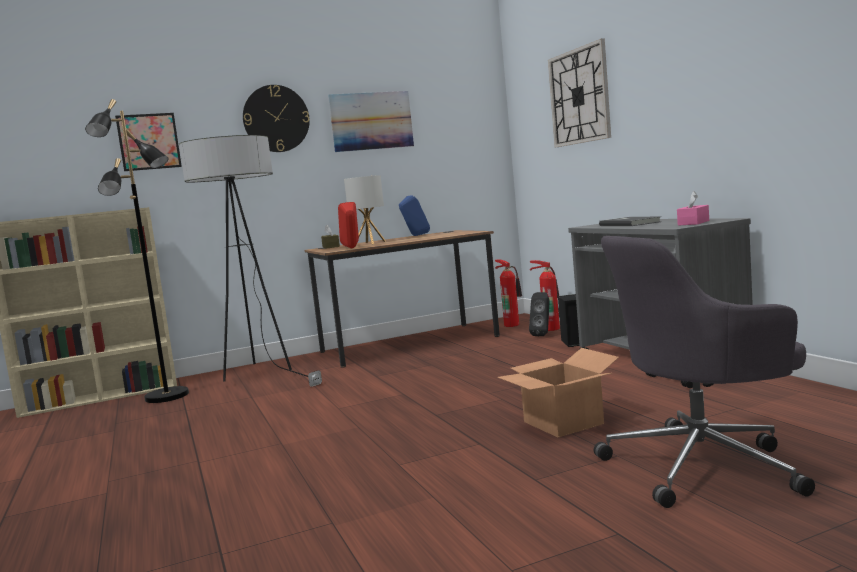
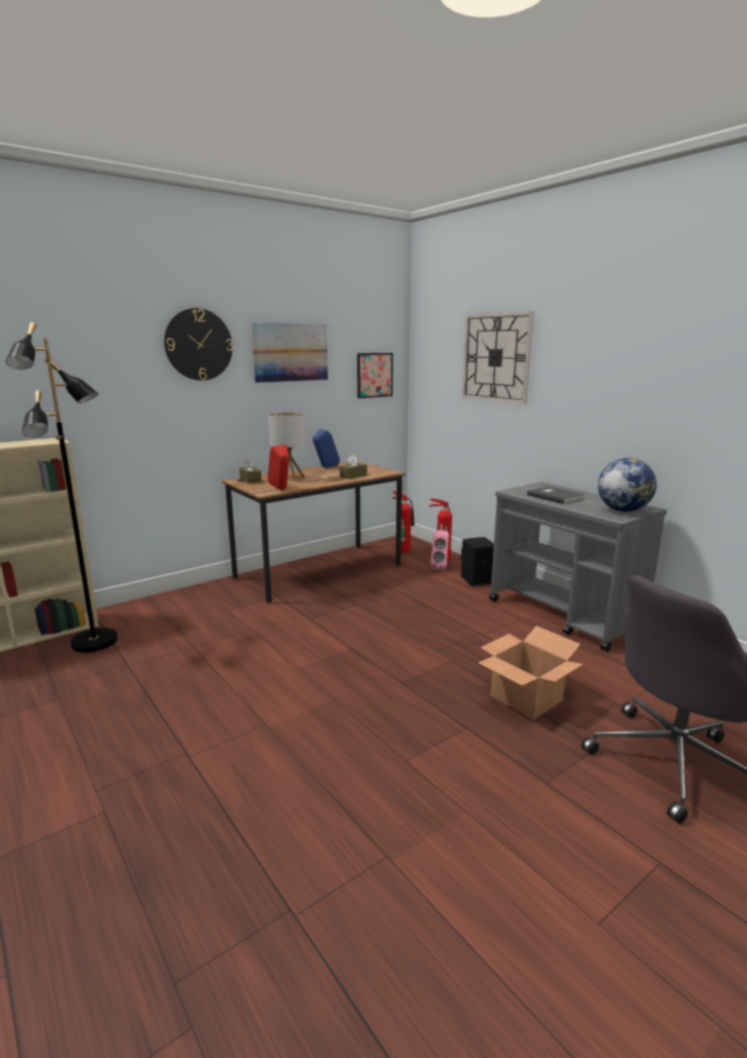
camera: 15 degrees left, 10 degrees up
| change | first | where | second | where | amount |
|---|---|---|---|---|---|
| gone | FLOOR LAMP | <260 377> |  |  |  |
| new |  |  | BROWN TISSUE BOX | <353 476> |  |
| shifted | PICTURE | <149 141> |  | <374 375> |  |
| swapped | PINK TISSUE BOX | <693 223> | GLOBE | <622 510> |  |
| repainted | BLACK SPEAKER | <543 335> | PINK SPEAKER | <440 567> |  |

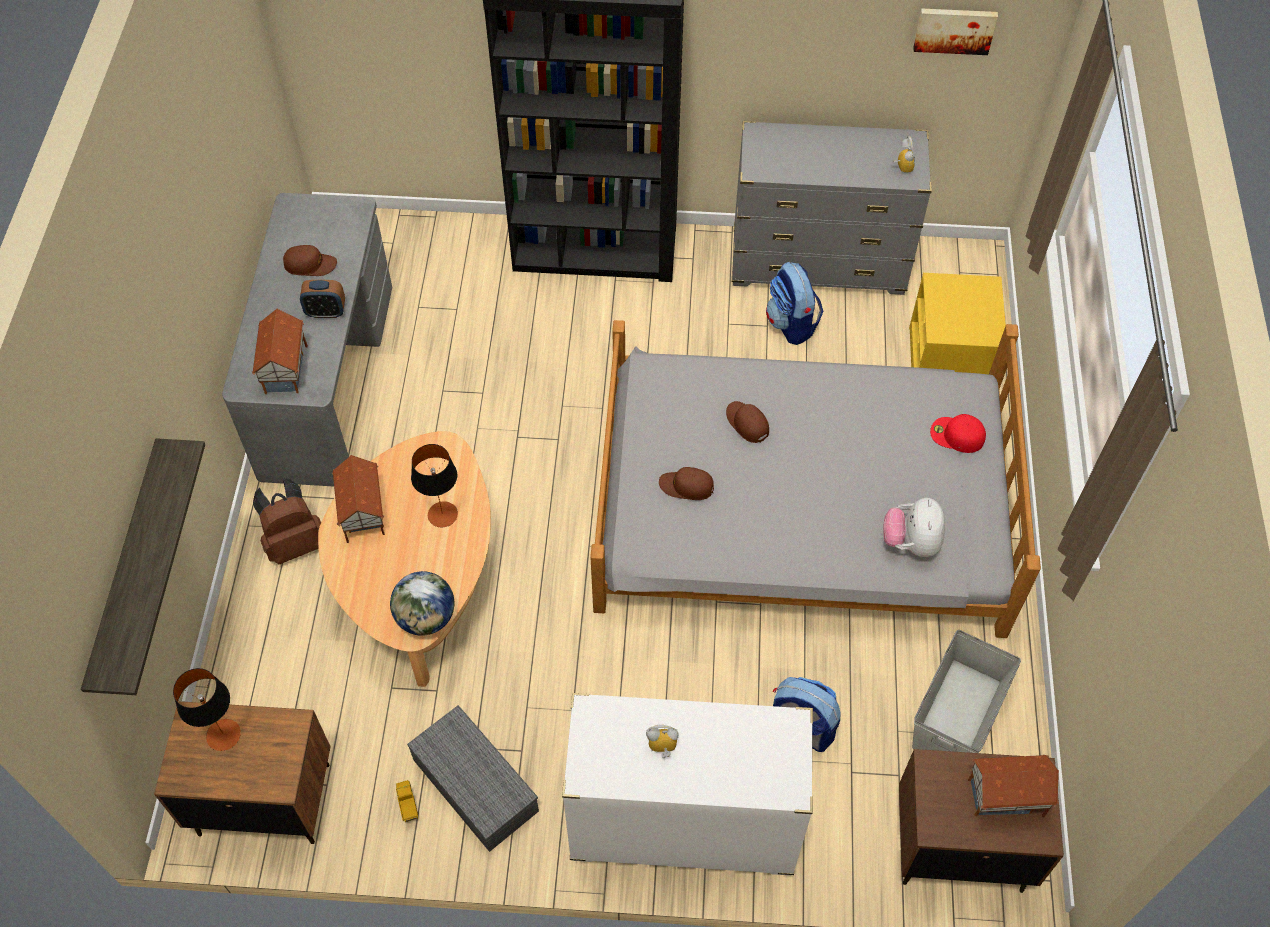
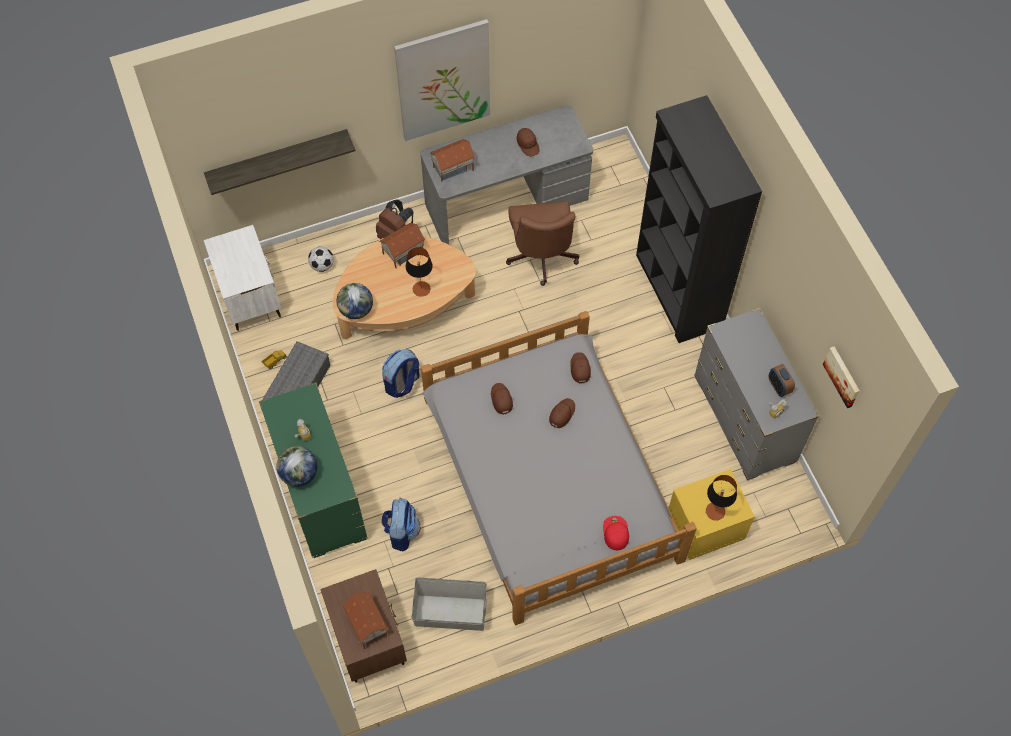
camera: 65 degrees right, 5 degrees up
| change | first | where | second | where | amount |
|---|---|---|---|---|---|
| gone | PLUSH TOY | <911 542> |  |  |  |
| new |  |  | GLOBE | <299 474> |  |
| new |  |  | FOOTBALL | <322 265> |  |
| new |  |  | PICTURE | <443 80> |  |
| new |  |  | BROWN OFFICE CHAIR | <541 259> |  |
| new |  |  | BROWN CAP | <580 369> |  |
| shifted | TABLE LAMP | <223 734> |  | <715 511> |  |
| shifted | ALARM CLOCK | <326 312> |  | <779 387> |  |
| shifted | BACKPACK | <791 324> |  | <402 383> |  |
| repainted | BROWN NIGHTSTAND | <264 799> | WHITE NIGHTSTAND | <250 298> |  |
| repainted | WHITE DRESSER | <683 823> | GREEN DRESSER | <321 494> |  |

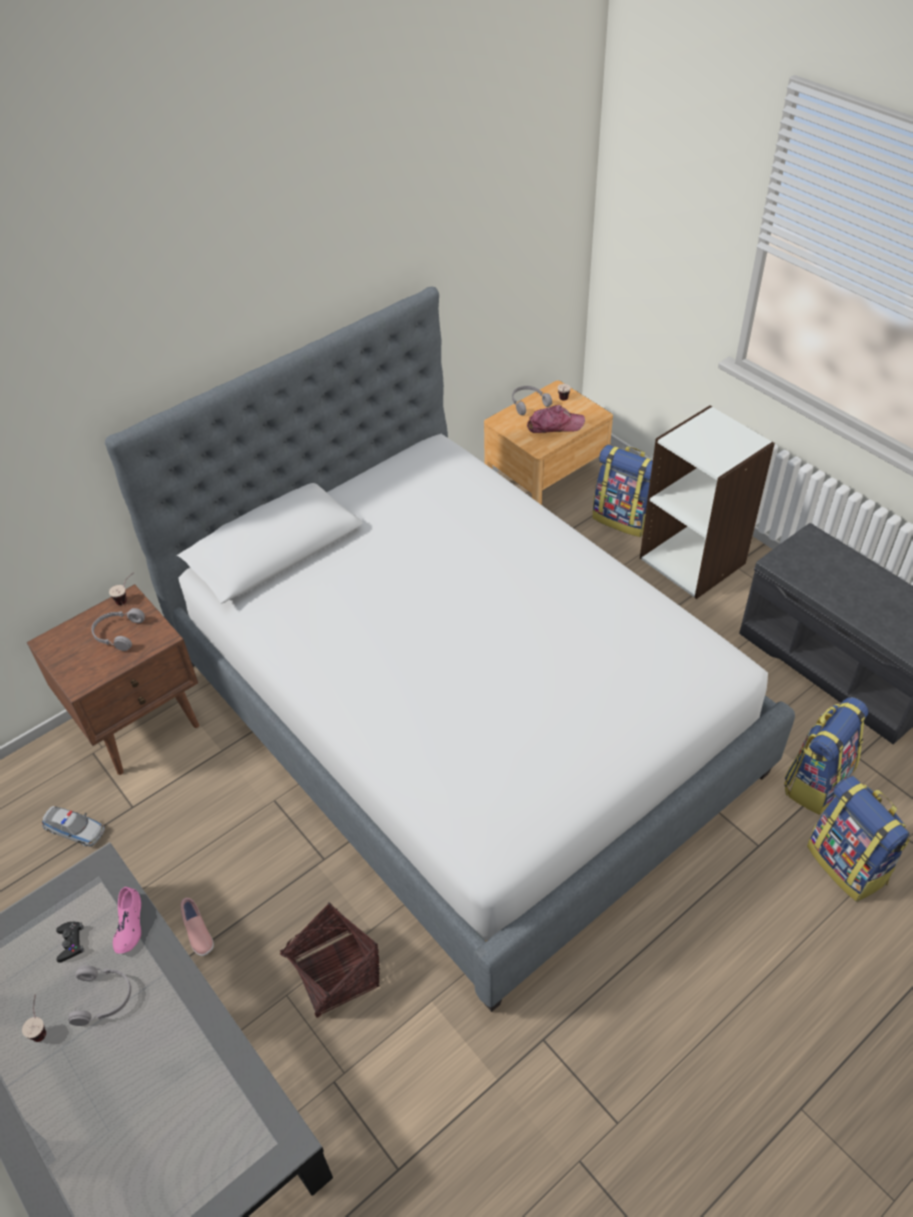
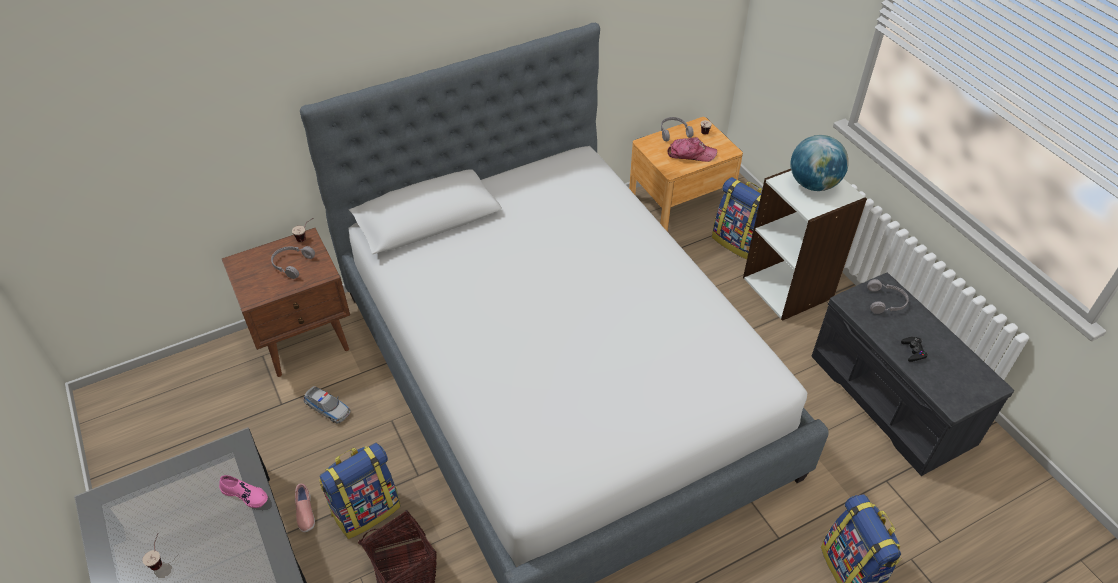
camera: 10 degrees right, 0 degrees up
| change | first | where | second | where | amount |
|---|---|---|---|---|---|
| new |  |  | GLOBE | <813 184> |  |
| shifted | TOY CAR | <75 830> |  | <328 408> |  |
| shifted | BLACK GAME CONTROLLER | <71 943> |  | <913 351> |  |
| shifted | GREY HEADPHONES | <104 998> |  | <886 302> |  |
| shifted | BACKPACK | <816 781> |  | <366 509> |  |
| rotated | PINK SHOE | <129 924> |  | <245 494> | 75 degrees counterclockwise |

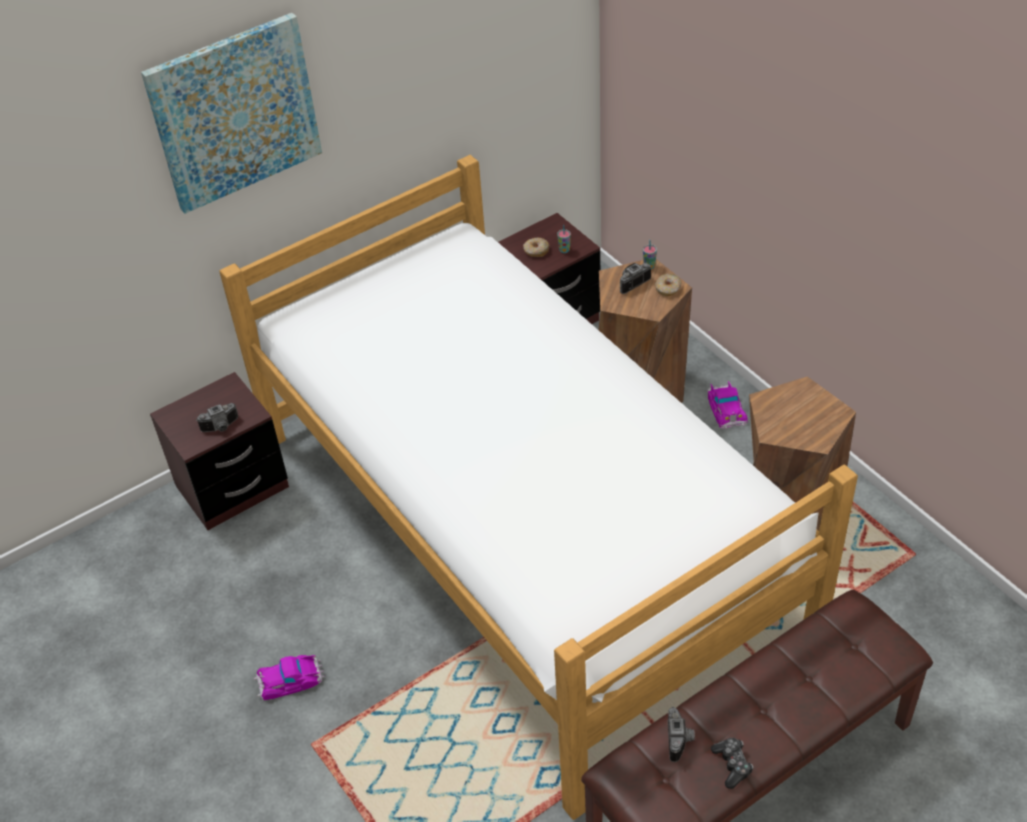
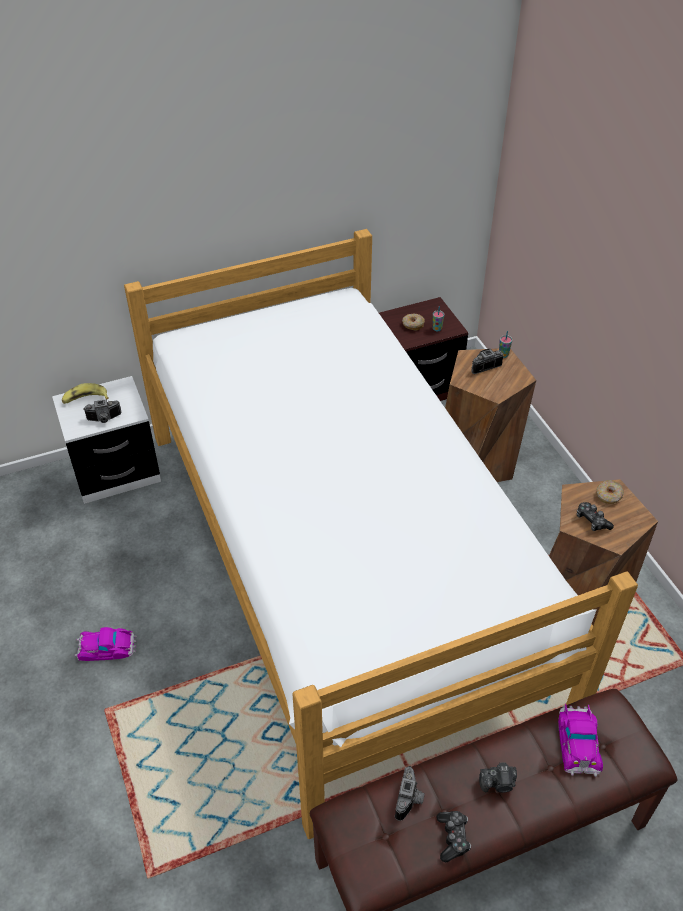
camera: 10 degrees right, 0 degrees up
| change | first | where | second | where | amount |
|---|---|---|---|---|---|
| gone | PICTURE | <234 112> |  |  |  |
| new |  |  | BANANA | <85 399> |  |
| new |  |  | PHOTO CAMERA | <498 783> |  |
| new |  |  | GAME CONTROLLER | <592 520> |  |
| shifted | DONUT | <668 289> |  | <608 495> |  |
| shifted | TOY CAR | <726 408> |  | <578 742> |  |
| repainted | BROWN NIGHTSTAND | <232 487> | WHITE NIGHTSTAND | <116 472> |  |

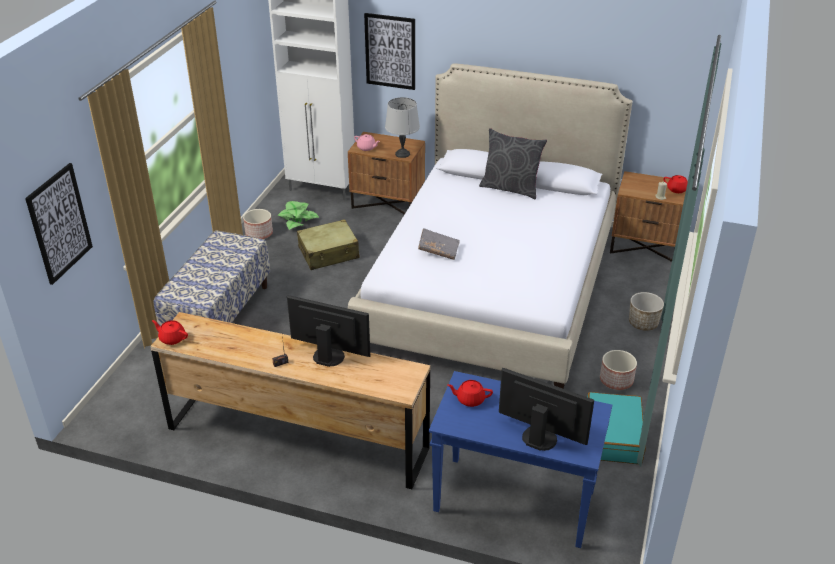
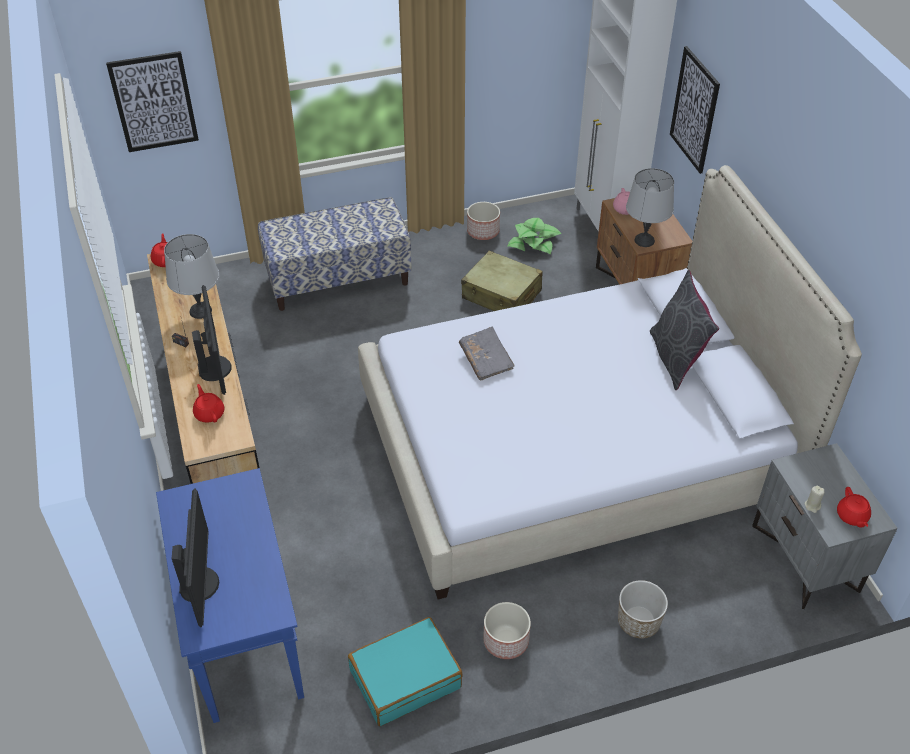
camera: 55 degrees right, 10 degrees up
| change | first | where | second | where | amount |
|---|---|---|---|---|---|
| new |  |  | GREY TABLE LAMP | <200 311> |  |
| shifted | RED TEAPOT | <470 399> |  | <209 413> |  |
| repainted | BROWN NIGHTSTAND | <647 247> | GREY NIGHTSTAND | <806 558> |  |

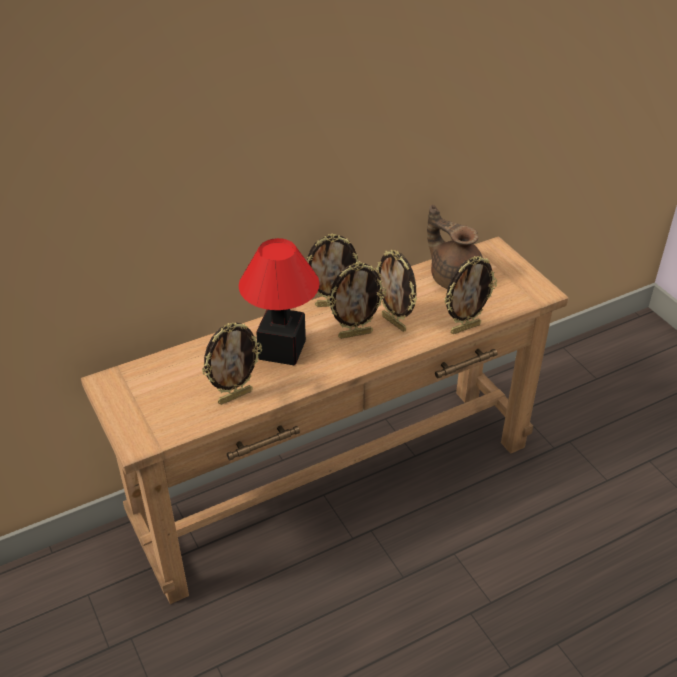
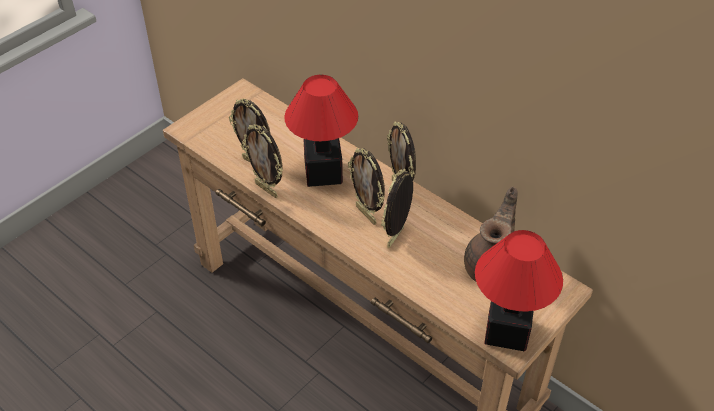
camera: 70 degrees right, 5 degrees up
| change | first | where | second | where | amount |
|---|---|---|---|---|---|
| new |  |  | TABLE LAMP | <506 332> |  |
| shifted | PICTURE FRAME | <465 328> |  | <267 189> |  |

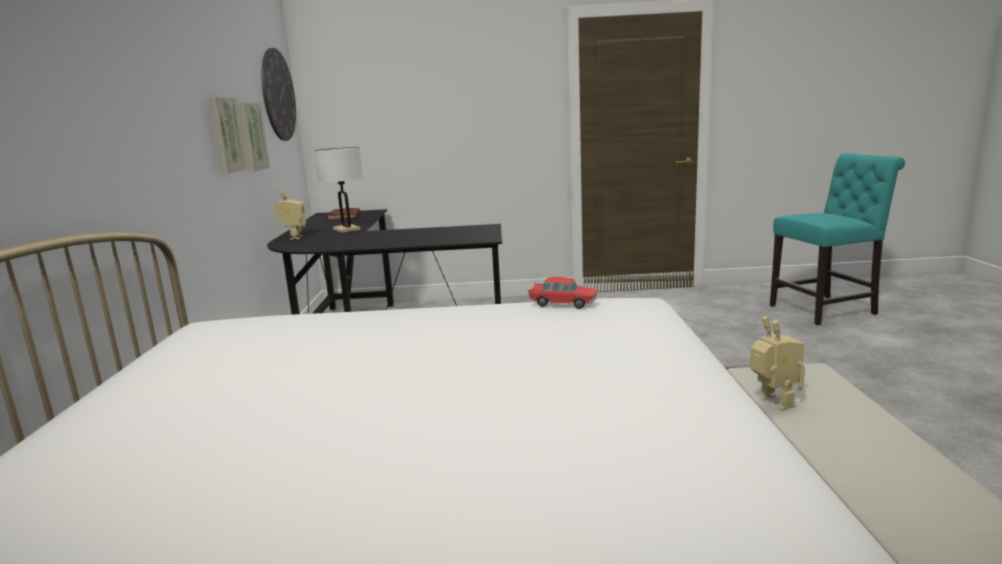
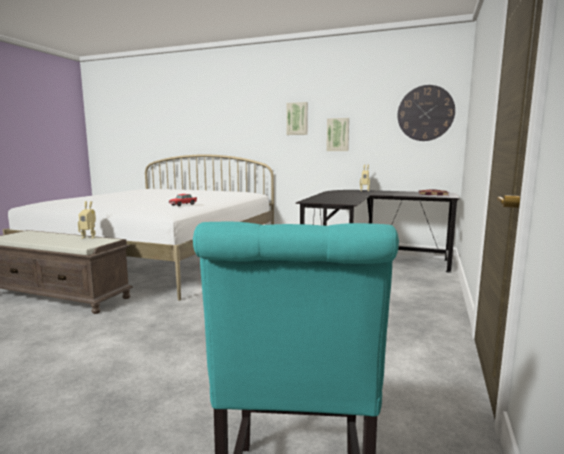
camera: 110 degrees right, 5 degrees down
| change | first | where | second | where | amount |
|---|---|---|---|---|---|
| gone | WHITE TABLE LAMP | <346 229> |  |  |  |
| shifted | PICTURE | <251 136> |  | <297 119> |  |

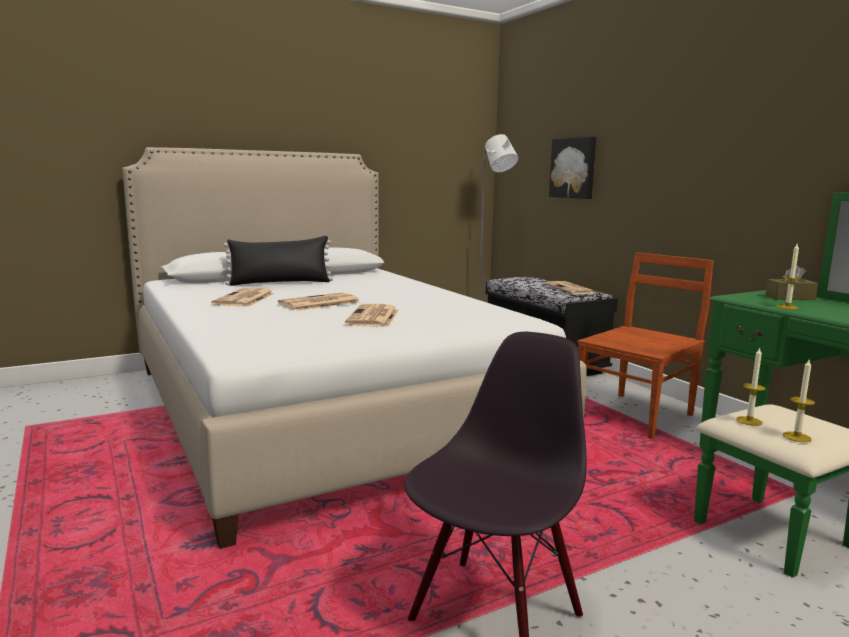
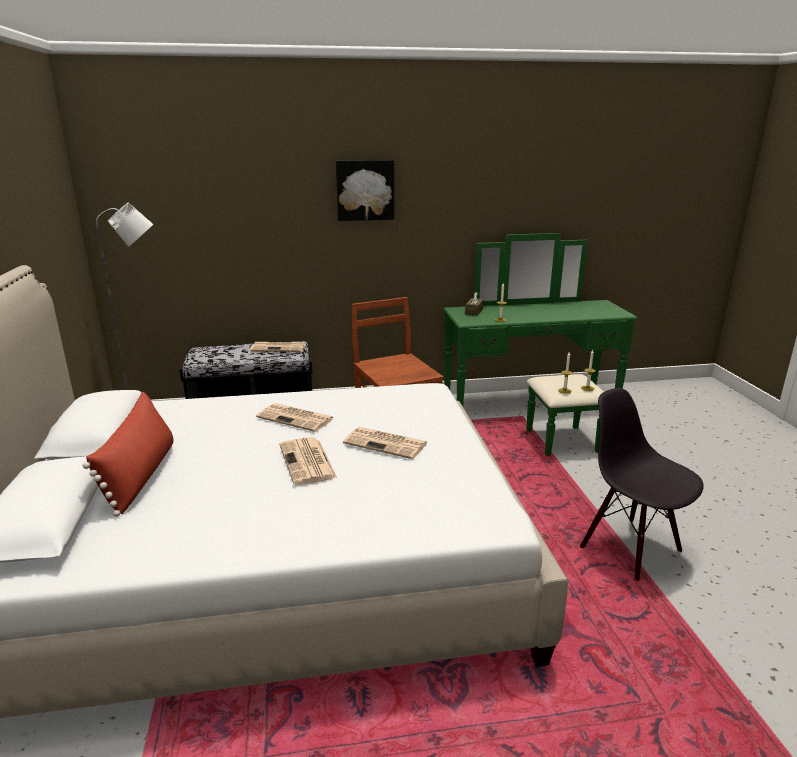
camera: 70 degrees left, 10 degrees up
| change | first | where | second | where | amount |
|---|---|---|---|---|---|
| shifted | NEWSPAPER | <244 299> |  | <296 418> |  |
| shifted | PICTURE | <573 168> |  | <365 190> |  |
| repainted | BLACK PILLOW | <280 283> | RED PILLOW | <141 475> |  |

